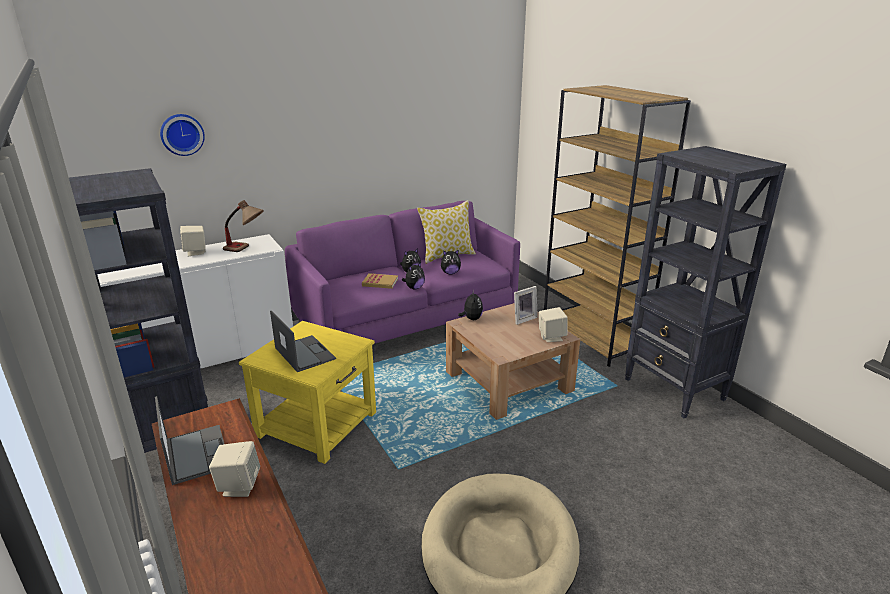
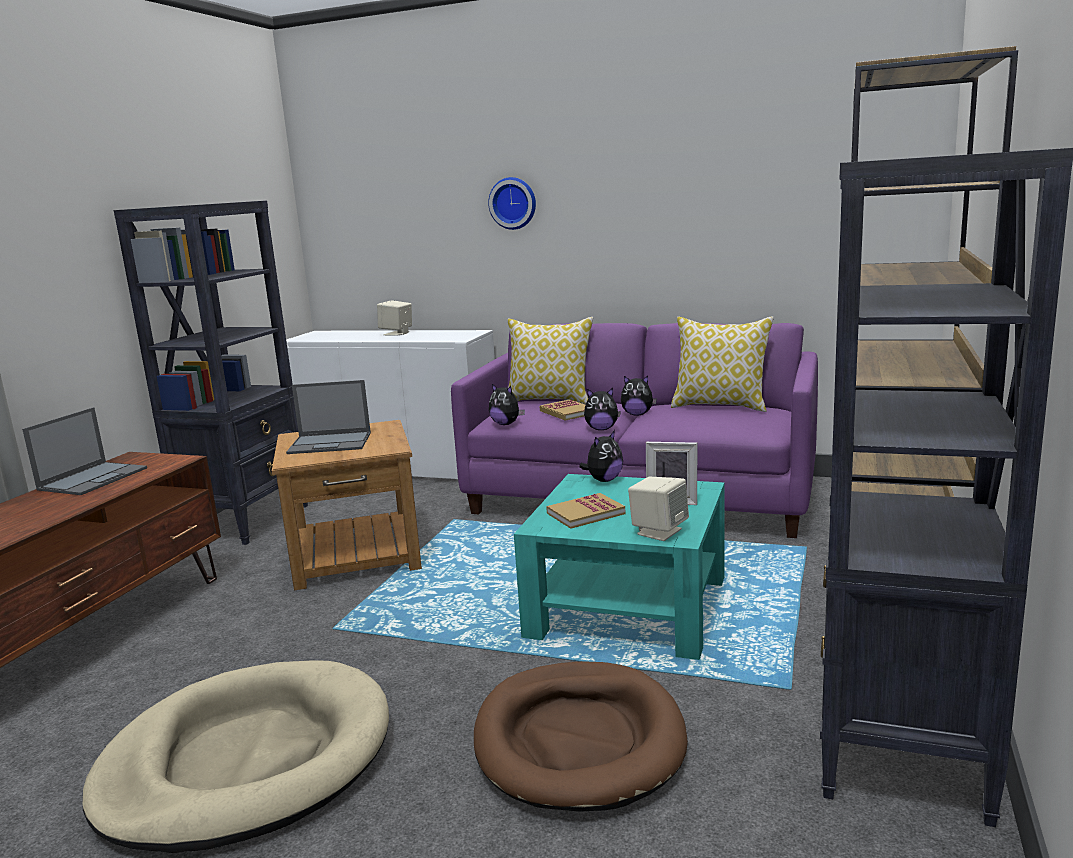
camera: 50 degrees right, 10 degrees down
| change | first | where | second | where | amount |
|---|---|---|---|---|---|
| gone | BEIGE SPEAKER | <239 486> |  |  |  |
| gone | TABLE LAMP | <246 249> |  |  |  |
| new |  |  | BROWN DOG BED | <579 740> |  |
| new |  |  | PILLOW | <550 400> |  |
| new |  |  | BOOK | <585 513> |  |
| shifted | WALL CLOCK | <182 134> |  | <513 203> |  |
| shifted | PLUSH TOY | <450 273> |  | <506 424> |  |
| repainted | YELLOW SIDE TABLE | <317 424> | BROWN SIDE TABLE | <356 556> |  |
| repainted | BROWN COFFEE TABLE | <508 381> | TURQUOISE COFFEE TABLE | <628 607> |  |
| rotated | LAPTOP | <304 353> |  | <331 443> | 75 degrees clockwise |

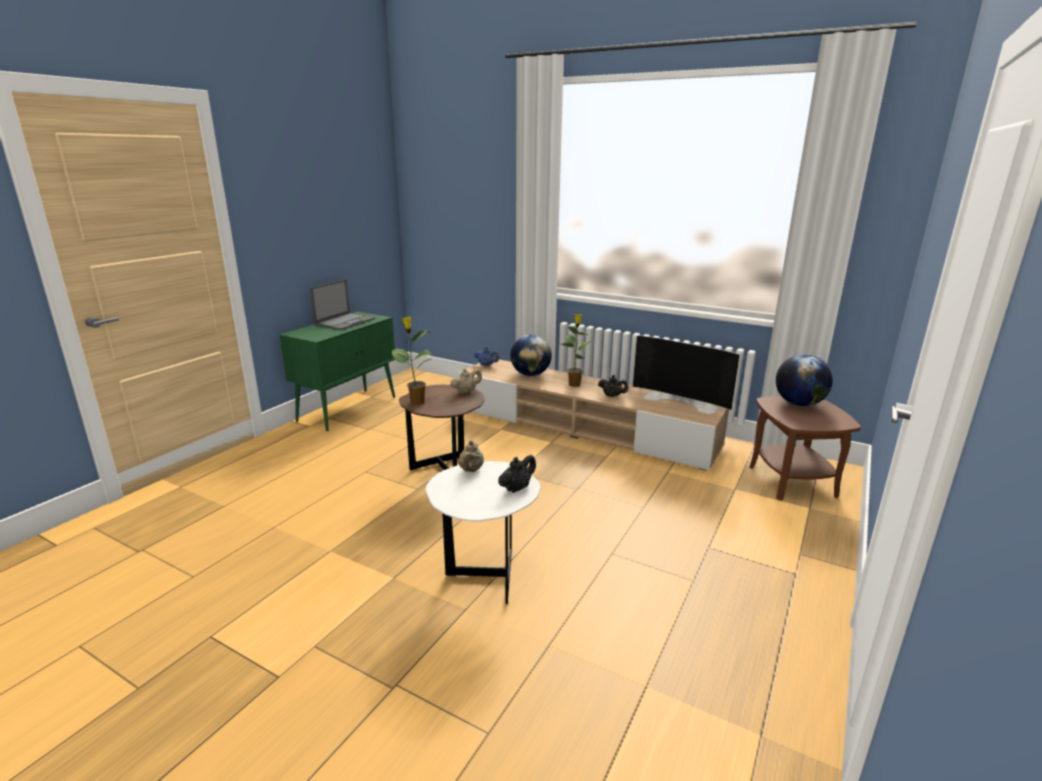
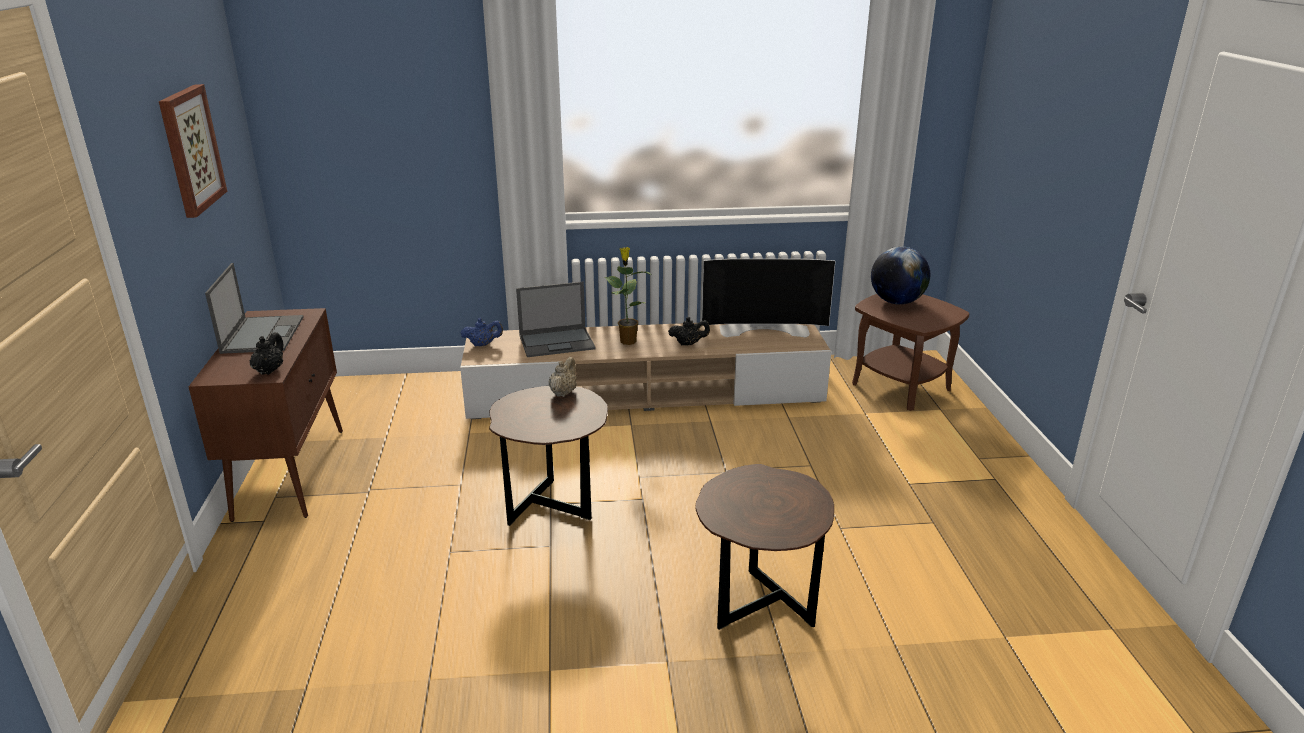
camera: 35 degrees left, 5 degrees up
| change | first | where | second | where | amount |
|---|---|---|---|---|---|
| gone | POTTED PLANT | <416 401> |  |  |  |
| gone | BEIGE TEAPOT | <471 470> |  |  |  |
| new |  |  | PICTURE | <190 149> |  |
| shifted | BLACK TEAPOT | <516 488> |  | <270 370> |  |
| swapped | GLOBE | <530 374> | LAPTOP | <557 342> |  |
| repainted | GREEN CABINET | <348 408> | BROWN CABINET | <291 472> |  |
| repainted | WHITE SIDE TABLE | <484 577> | BROWN SIDE TABLE | <758 611> |  |

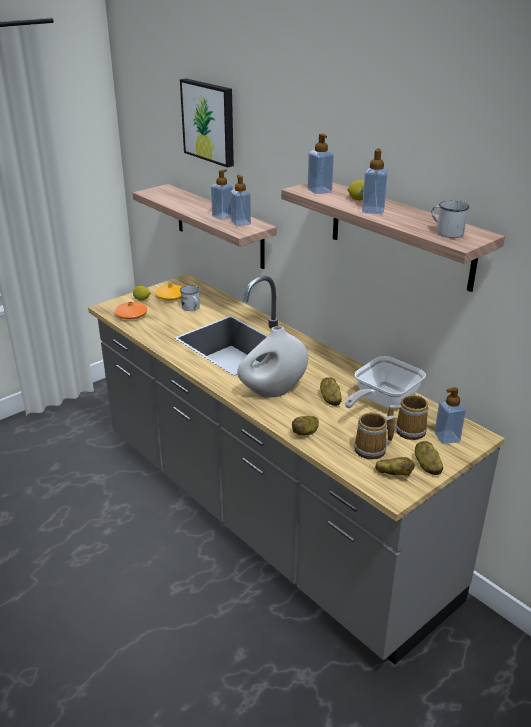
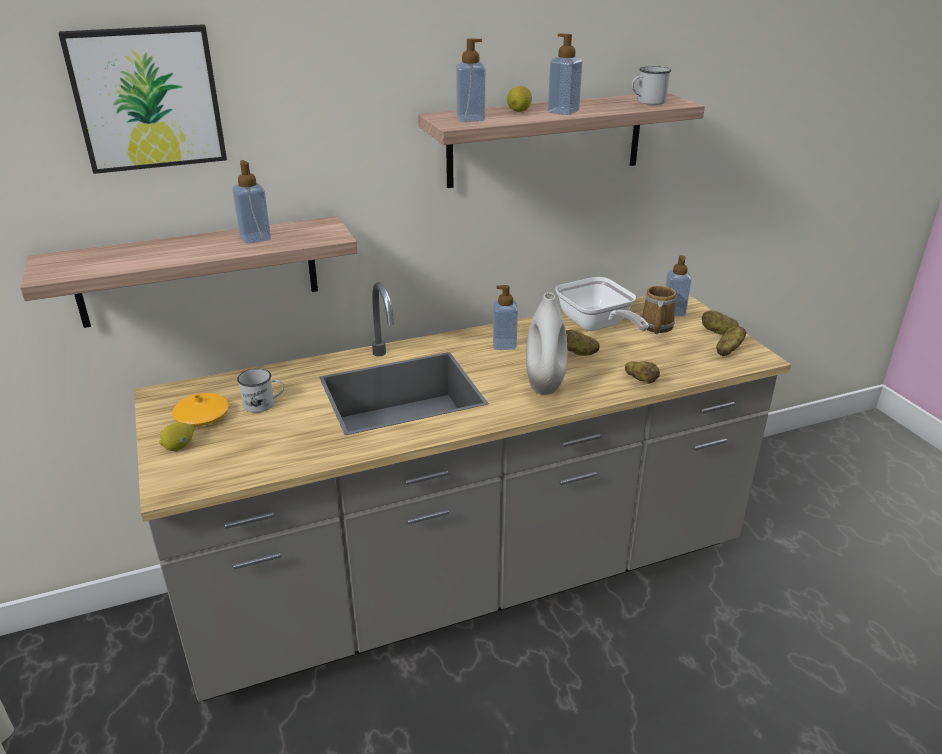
camera: 70 degrees left, 0 degrees up
| change | first | where | second | where | amount |
|---|---|---|---|---|---|
| gone | ORANGE VASE | <131 315> |  |  |  |
| gone | MUG | <373 449> |  |  |  |
| shifted | SOAP DISPENSER | <241 223> |  | <504 345> |  |

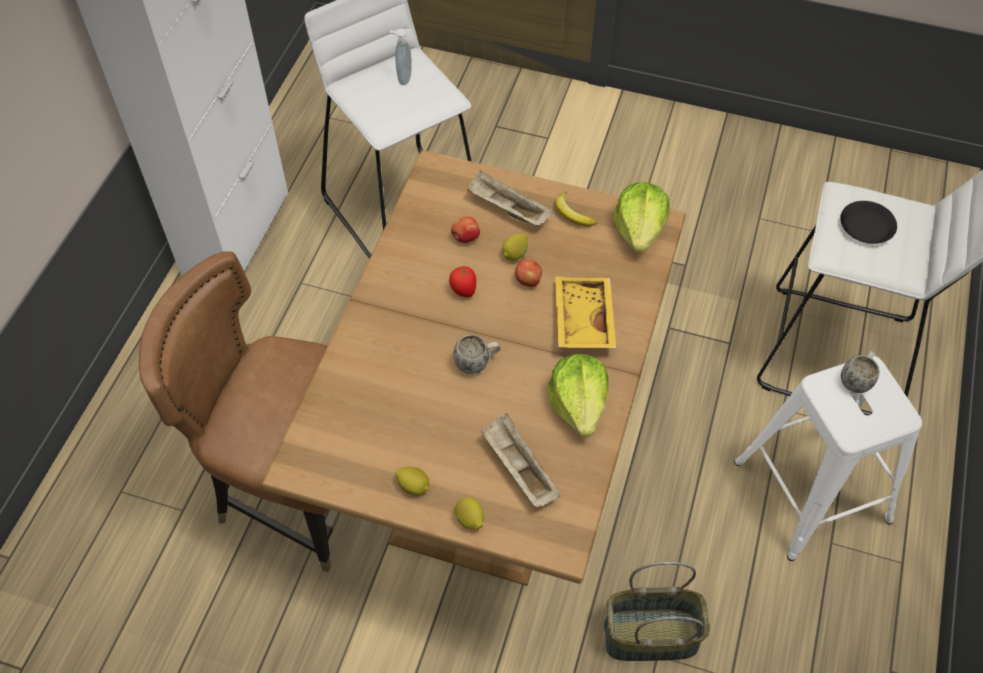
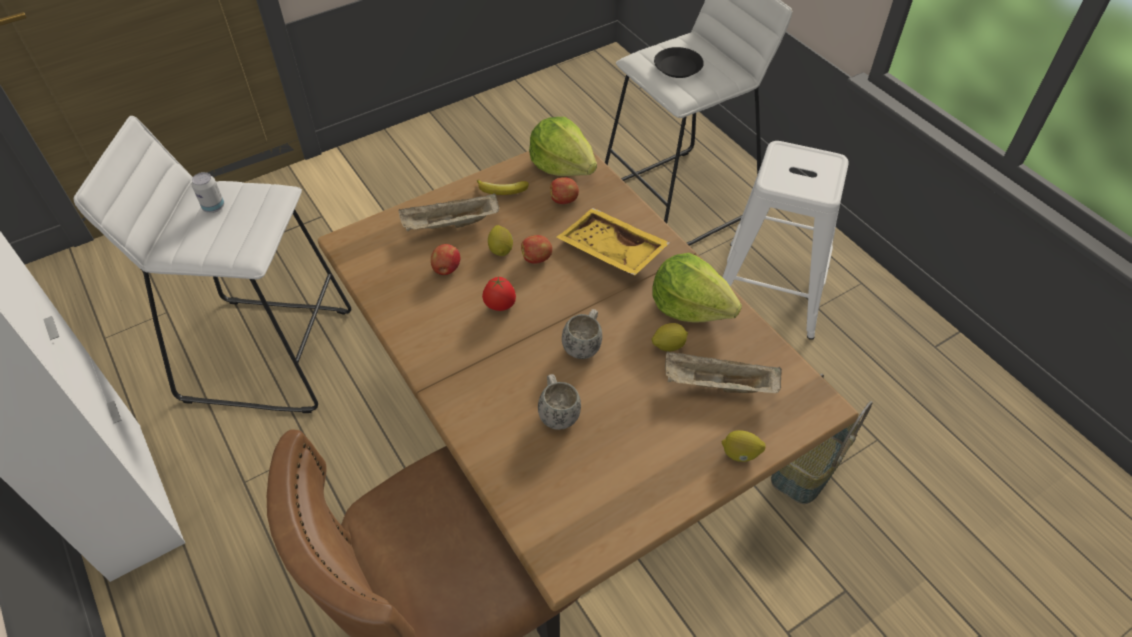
camera: 50 degrees left, 5 degrees down
| change | first | where | second | where | amount |
|---|---|---|---|---|---|
| new |  |  | APPLE | <564 200> |  |
| shifted | LEMON | <413 486> |  | <668 345> |  |
| shifted | WHITE MUG | <856 379> |  | <557 412> |  |
| swapped | SOAP DISPENSER | <403 78> | CAN | <214 207> |  |

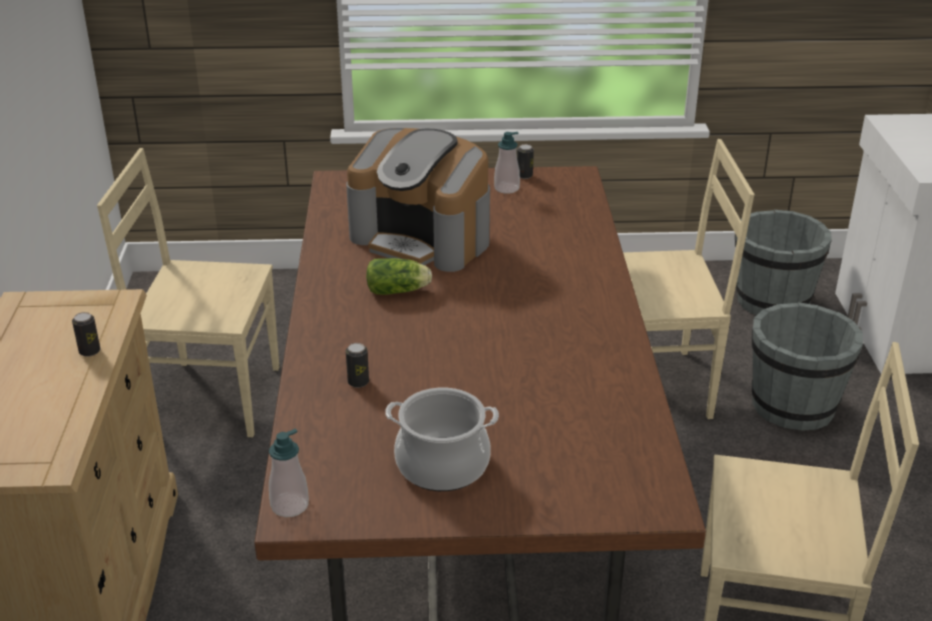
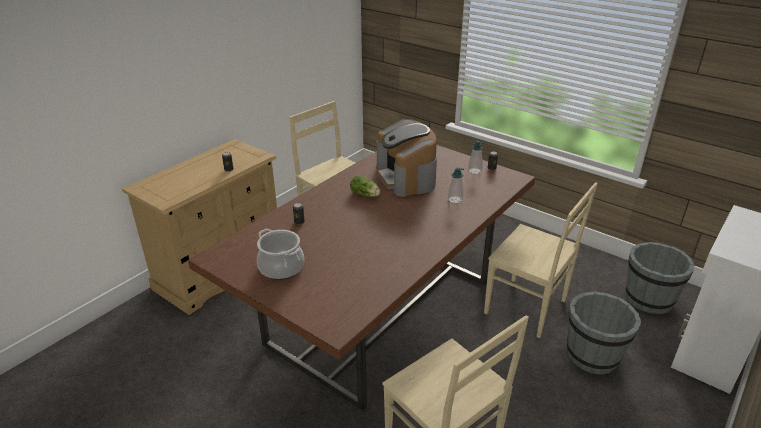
camera: 40 degrees right, 0 degrees up
| change | first | where | second | where | amount |
|---|---|---|---|---|---|
| shifted | SOAP DISPENSER | <289 505> |  | <455 199> |  |

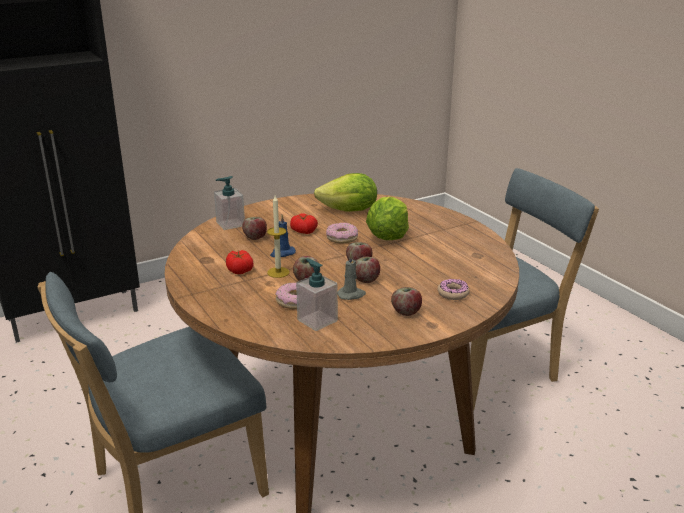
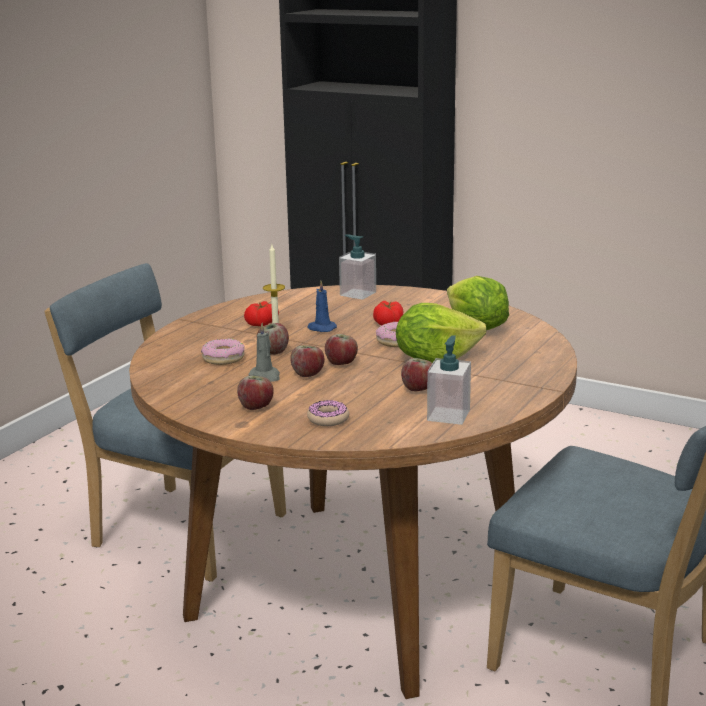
camera: 60 degrees right, 5 degrees down
| change | first | where | second | where | amount |
|---|---|---|---|---|---|
| shifted | APPLE | <255 237> |  | <418 389> |  |
| shifted | SOAP DISPENSER | <317 320> |  | <448 415> |  |

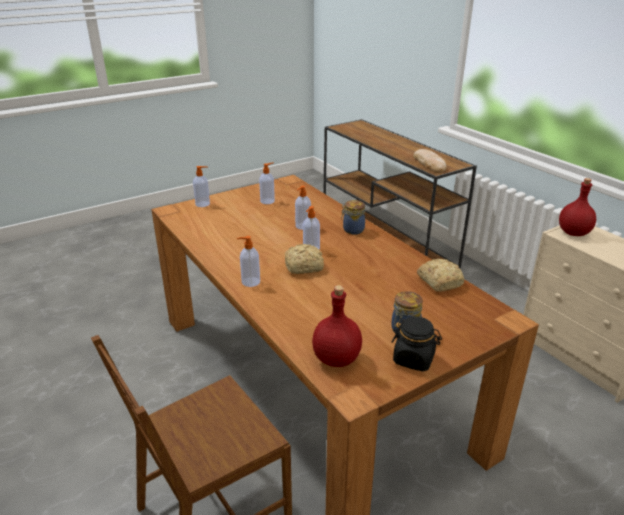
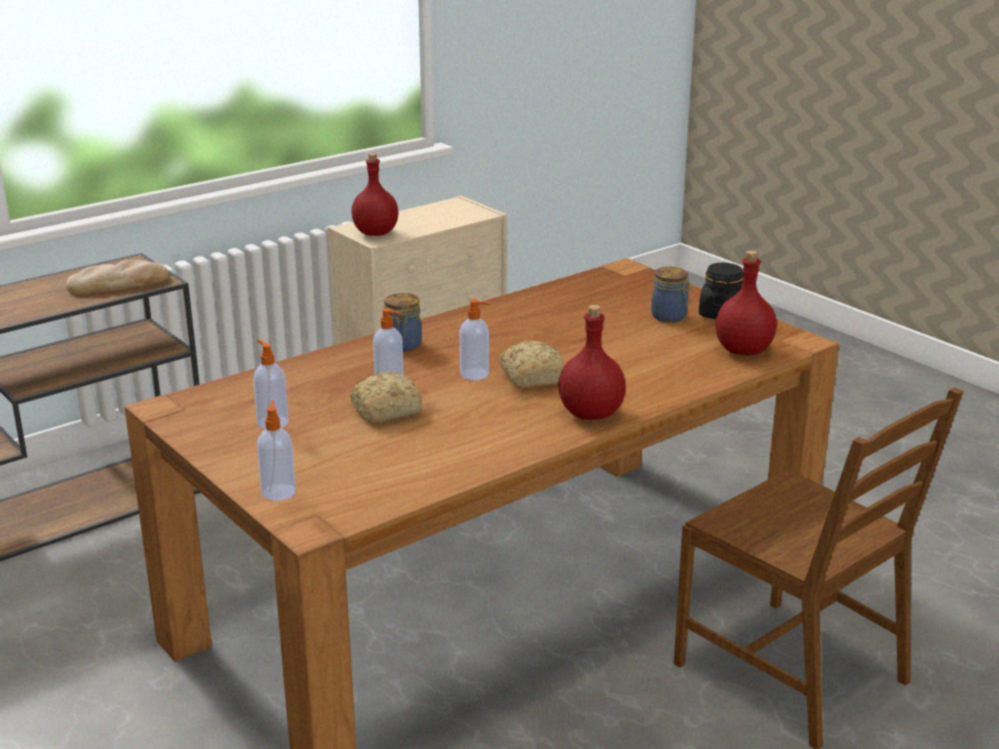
camera: 95 degrees left, 5 degrees down
| change | first | where | second | where | amount |
|---|---|---|---|---|---|
| shifted | BREAD | <439 281> |  | <384 411> |  |
| swapped | SOAP DISPENSER | <250 282> | RED BOTTLE | <591 413> |  |

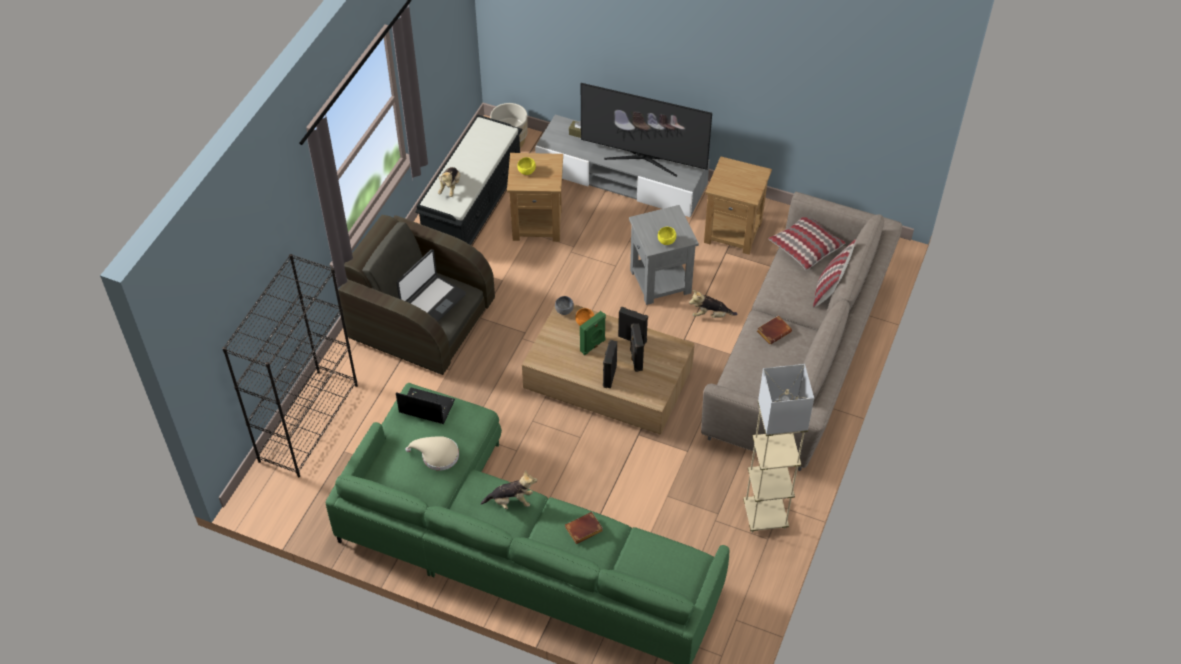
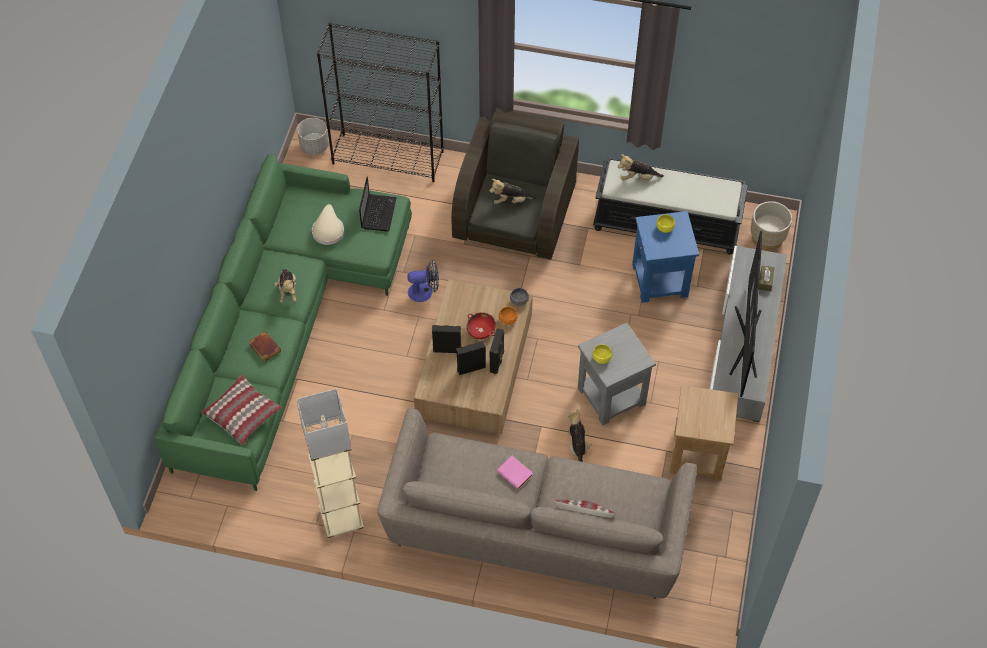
camera: 80 degrees right, 5 degrees up
| change | first | where | second | where | amount |
|---|---|---|---|---|---|
| new |  |  | GREY PLANTER | <314 146> |  |
| new |  |  | FAN | <425 291> |  |
| shifted | PILLOW | <805 247> |  | <243 414> |  |
| swapped | LAPTOP | <432 301> | PLUSH TOY | <511 200> |  |
| swapped | GREEN SPEAKER | <593 346> | RED BOWL | <481 331> |  |
| repainted | BROWN SIDE TABLE | <538 223> | BLUE SIDE TABLE | <660 281> |  |
| repainted | BROWN BOOK | <773 331> | PINK BOOK | <516 474> |  |

